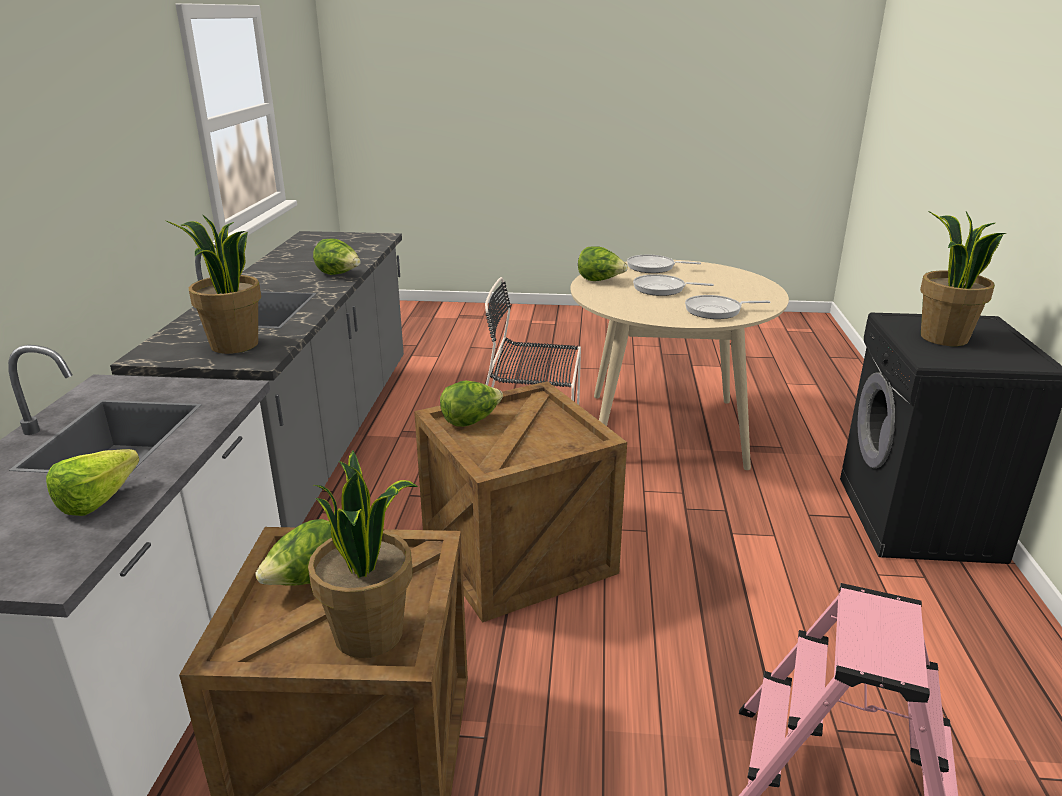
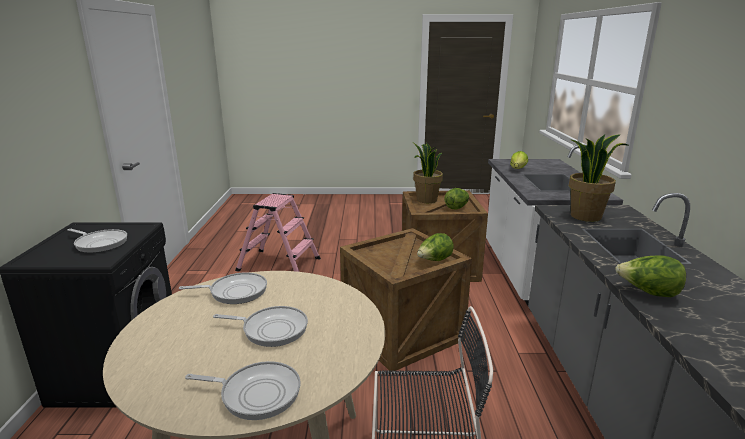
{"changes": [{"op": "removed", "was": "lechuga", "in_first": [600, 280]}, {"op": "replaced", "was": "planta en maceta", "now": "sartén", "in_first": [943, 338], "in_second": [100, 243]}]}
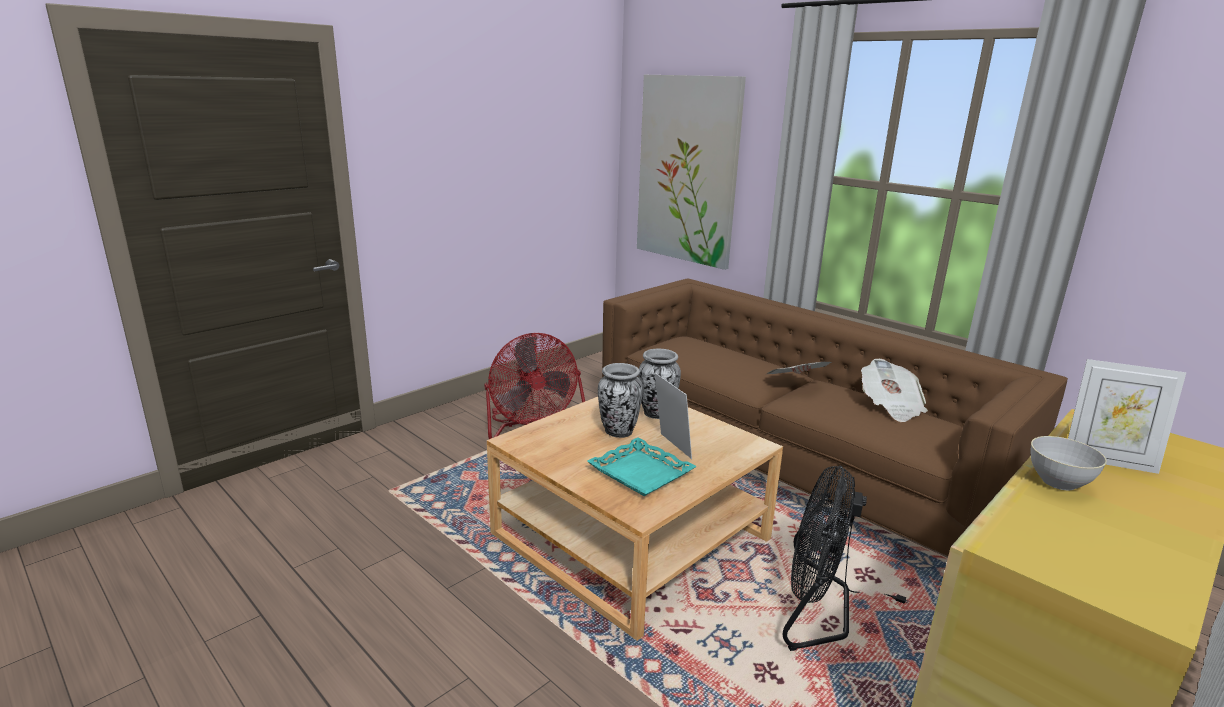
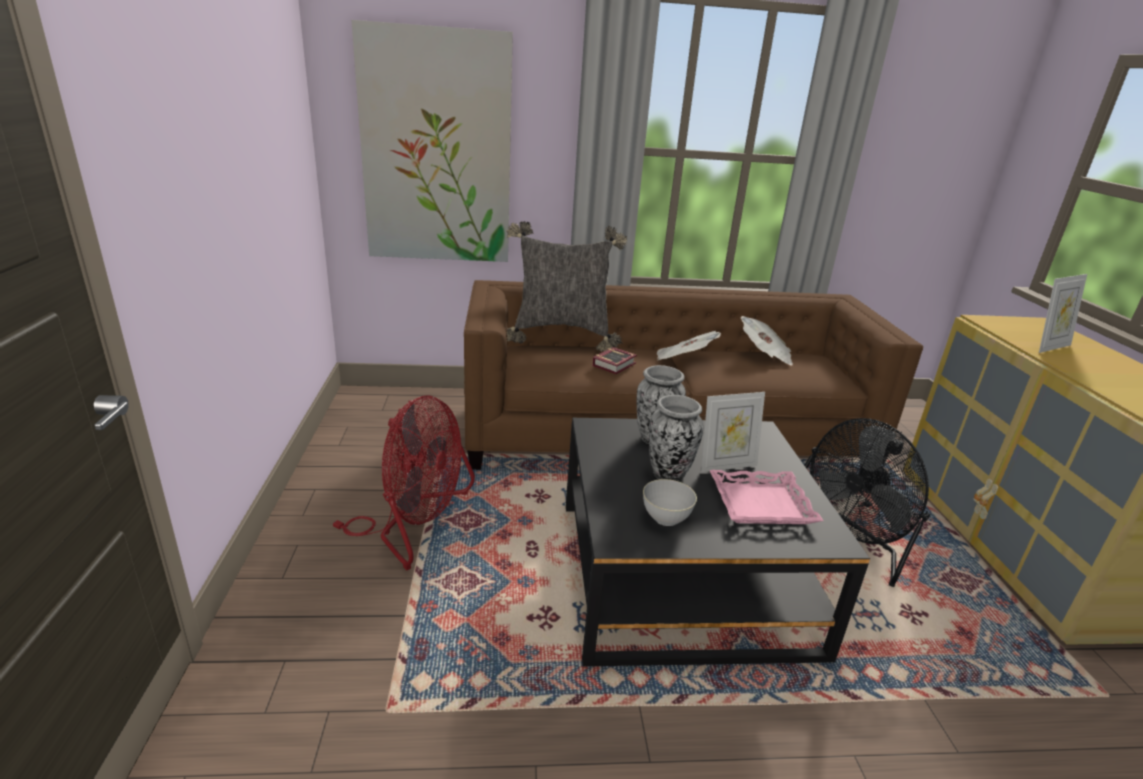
{"changes": [{"op": "recoloured", "was": "mesa de centro (beis)", "now": "mesa de centro (negro)", "in_first": [631, 537], "in_second": [682, 575]}, {"op": "recoloured", "was": "bandeja (turquesa)", "now": "bandeja (rosa)", "in_first": [640, 473], "in_second": [761, 504]}, {"op": "turned", "was": "portarretratos", "in_first": [671, 447], "in_second": [726, 465], "clockwise": 150}, {"op": "moved", "was": "cuenco (gris)", "in_first": [1058, 482], "in_second": [666, 518]}, {"op": "added", "now": "cojín", "in_second": [561, 342]}, {"op": "added", "now": "libro", "in_second": [616, 364]}]}
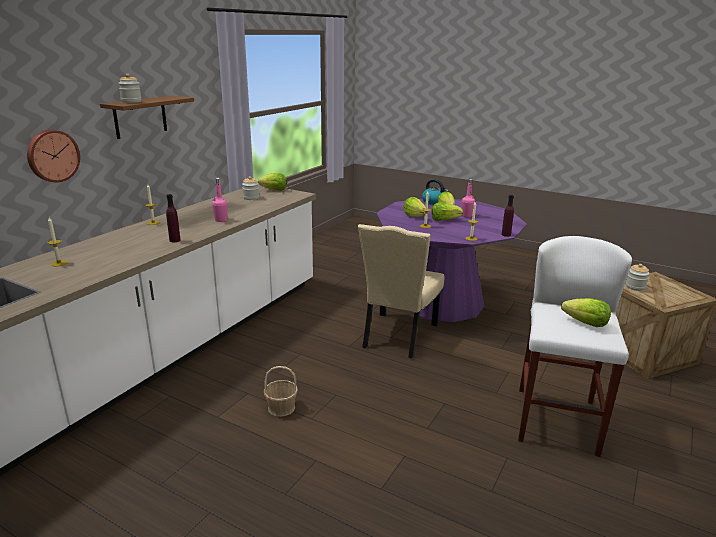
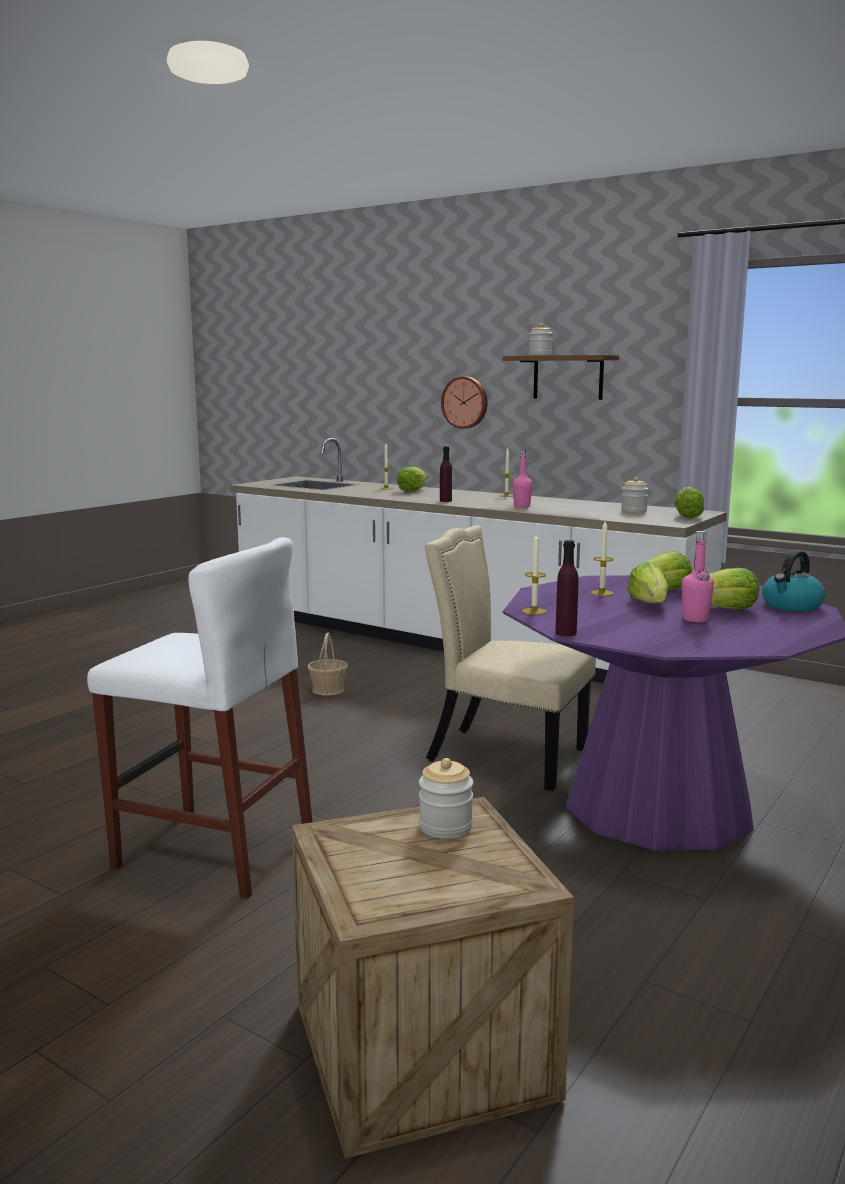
{"changes": [{"op": "moved", "was": "lechuga", "in_first": [586, 323], "in_second": [412, 491]}]}
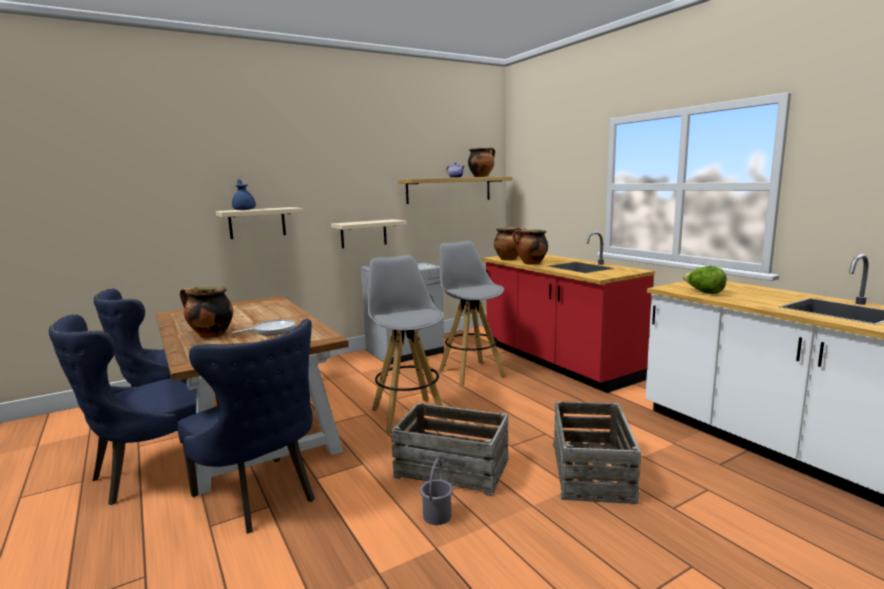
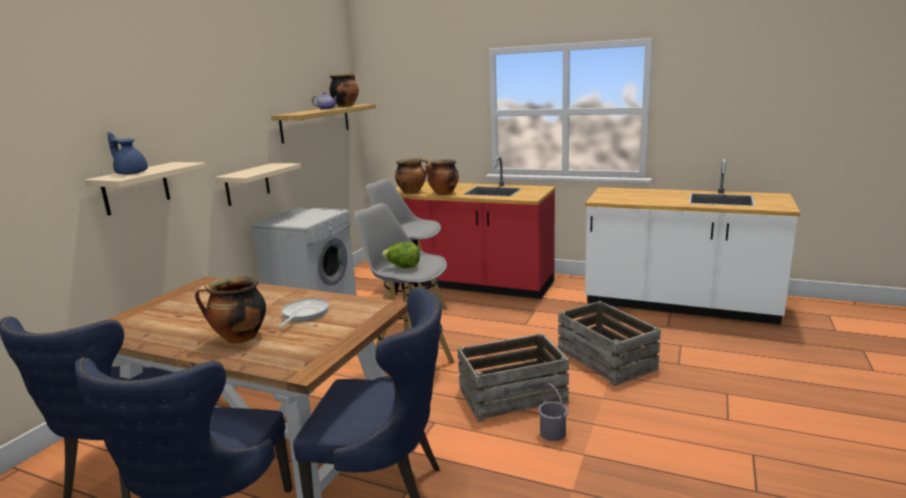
{"changes": [{"op": "moved", "was": "lechuga", "in_first": [704, 292], "in_second": [402, 267]}]}
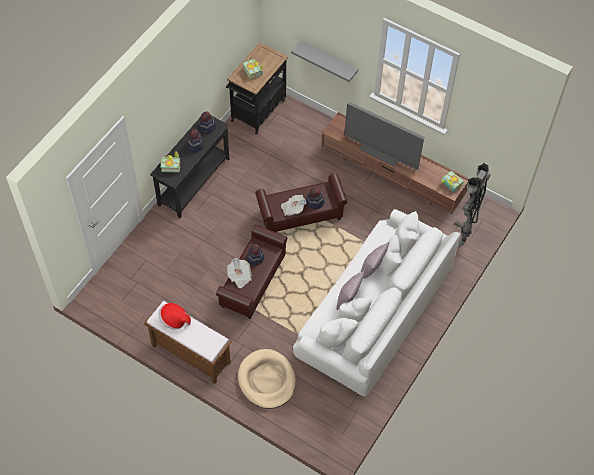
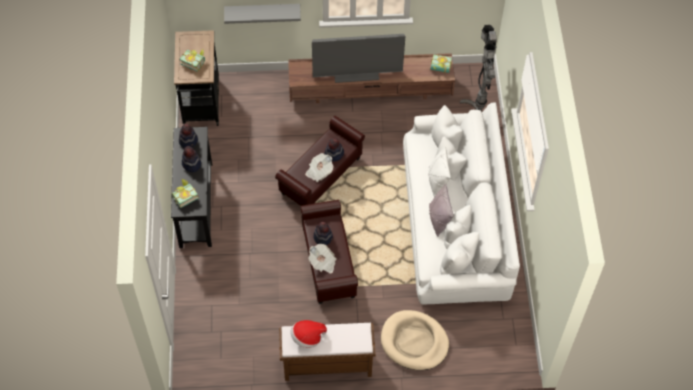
{"changes": [{"op": "recoloured", "was": "cojín (morado)", "now": "cojín (blanco)", "in_first": [371, 269], "in_second": [437, 181]}]}
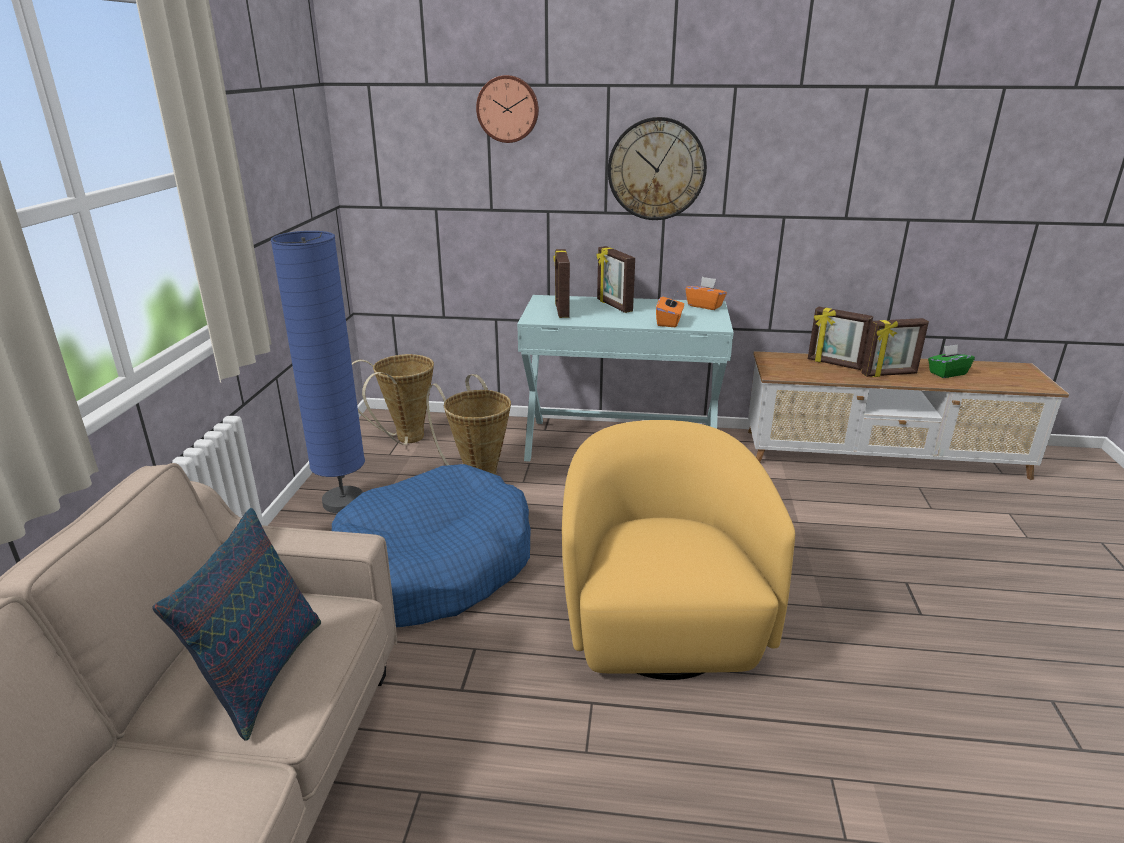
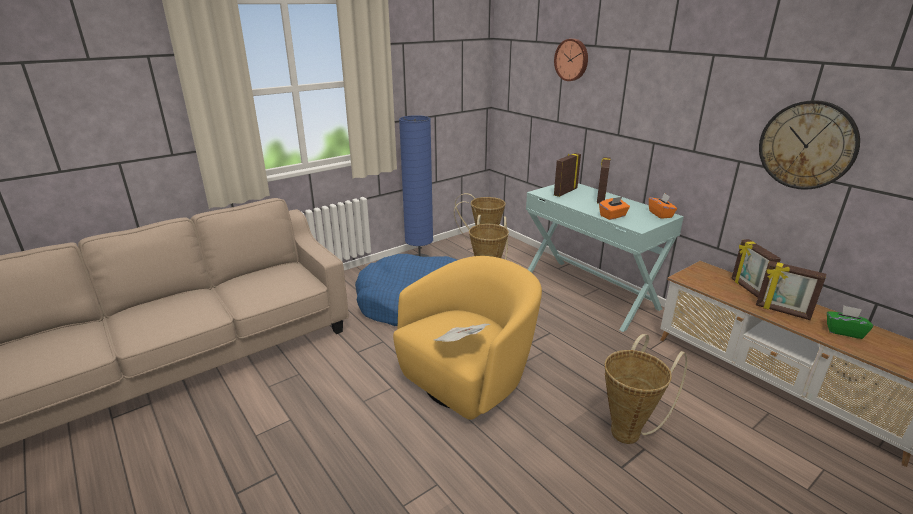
{"changes": [{"op": "removed", "was": "cojín (azul)", "in_first": [264, 674]}, {"op": "moved", "was": "reloj de pared", "in_first": [656, 169], "in_second": [807, 145]}, {"op": "added", "now": "periódico", "in_second": [461, 344]}, {"op": "added", "now": "cesta", "in_second": [629, 430]}]}
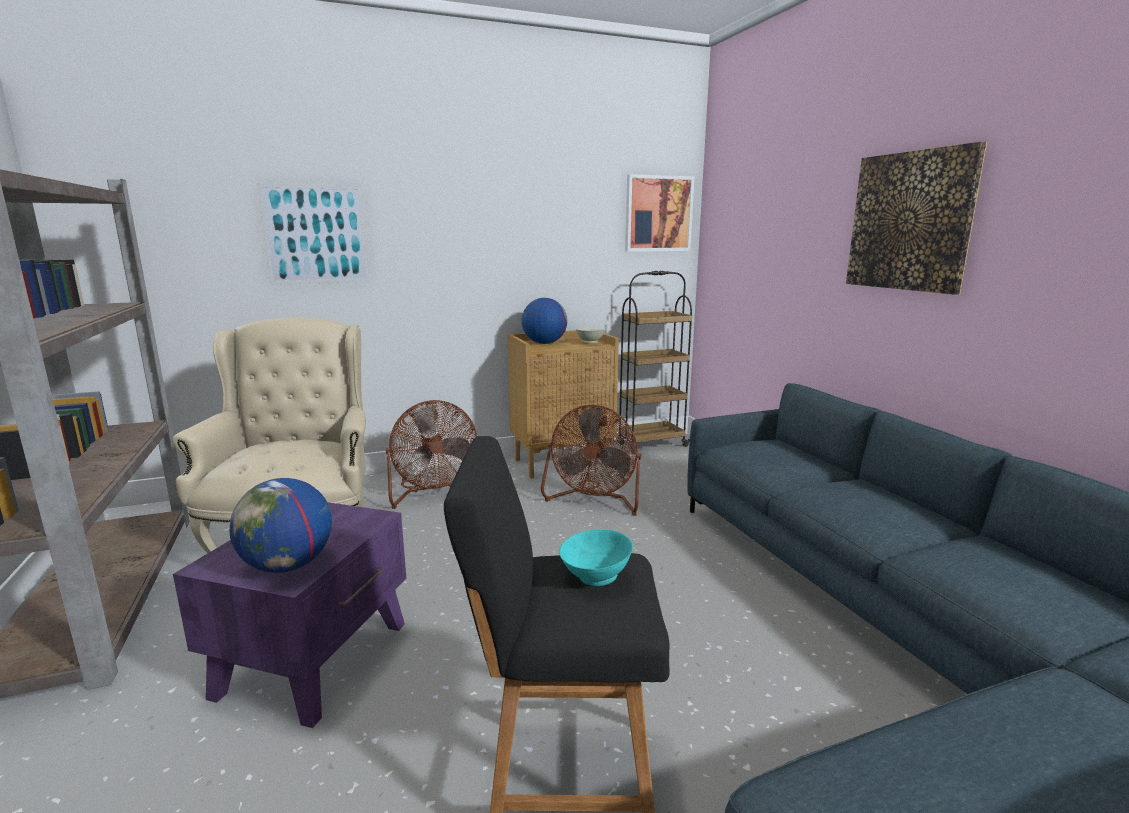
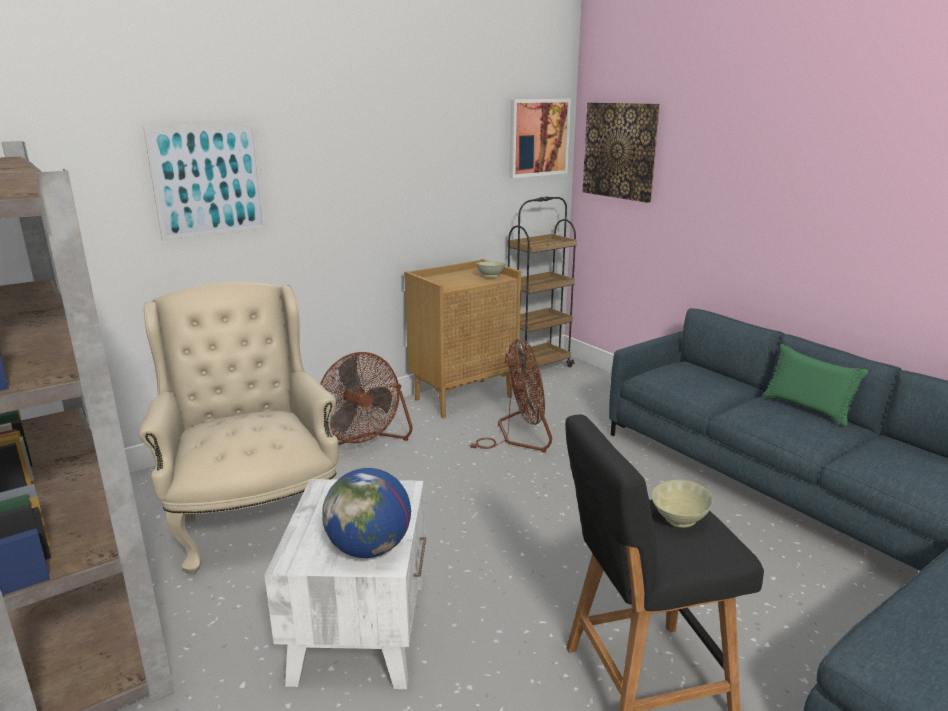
{"changes": [{"op": "recoloured", "was": "mesa auxiliar (morado)", "now": "mesa auxiliar (blanco)", "in_first": [316, 657], "in_second": [361, 628]}, {"op": "removed", "was": "globo terráqueo", "in_first": [544, 343]}, {"op": "turned", "was": "ventilador (marrón)", "in_first": [592, 499], "in_second": [516, 434], "clockwise": -105}, {"op": "recoloured", "was": "cuenco (turquesa)", "now": "cuenco (beis)", "in_first": [594, 577], "in_second": [678, 520]}, {"op": "moved", "was": "cuadro", "in_first": [910, 221], "in_second": [620, 151]}, {"op": "added", "now": "cojín (verde)", "in_second": [807, 409]}]}
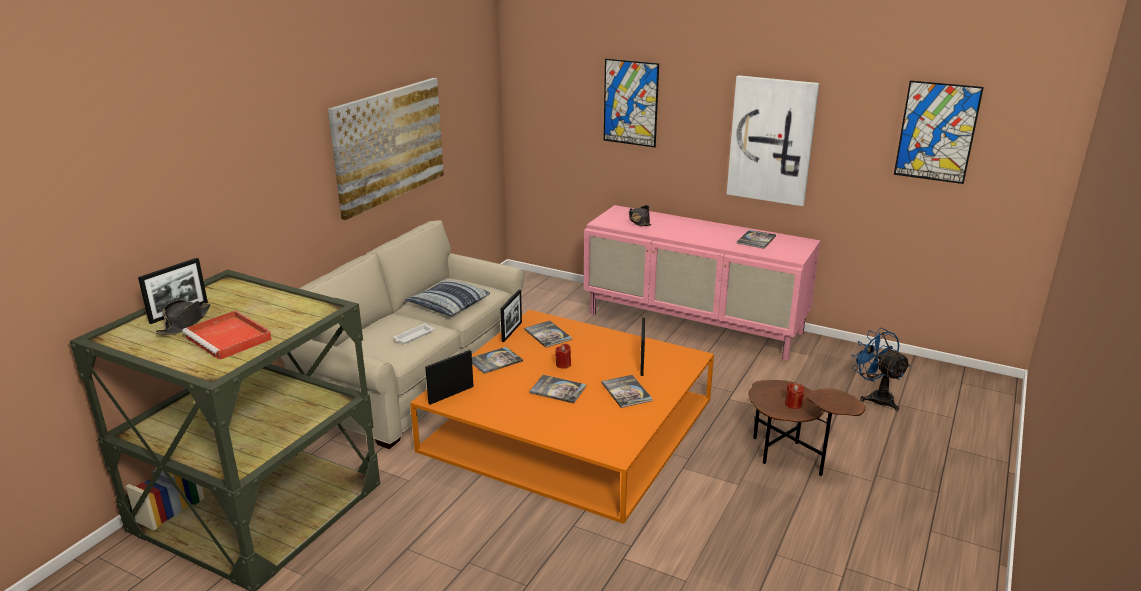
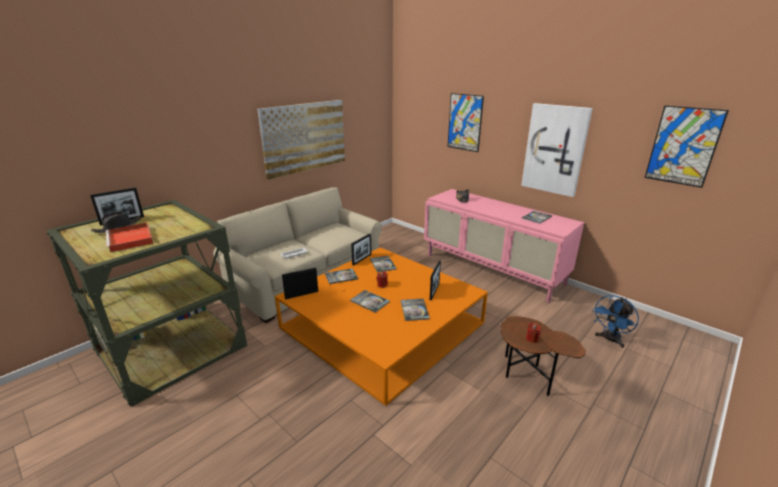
{"changes": [{"op": "removed", "was": "cojín", "in_first": [448, 304]}, {"op": "turned", "was": "ventilador (azul)", "in_first": [876, 397], "in_second": [609, 340], "clockwise": -120}]}
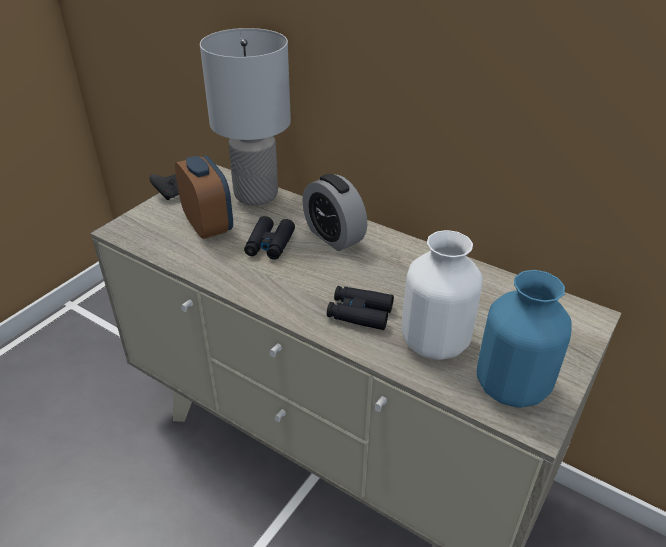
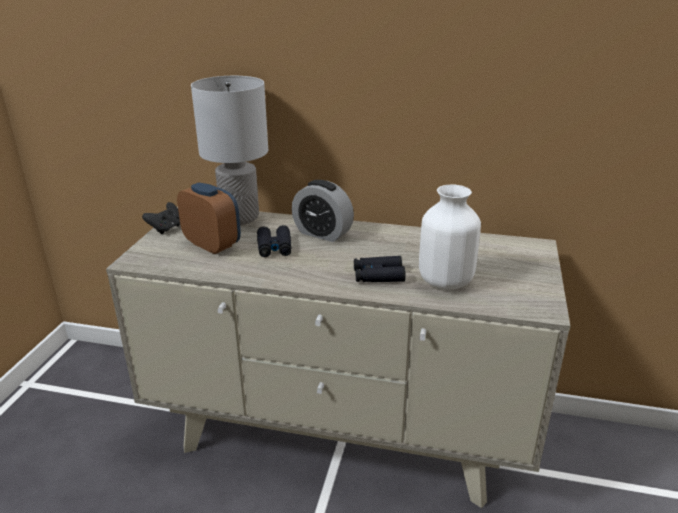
{"changes": [{"op": "removed", "was": "florero (azul)", "in_first": [510, 388]}]}
